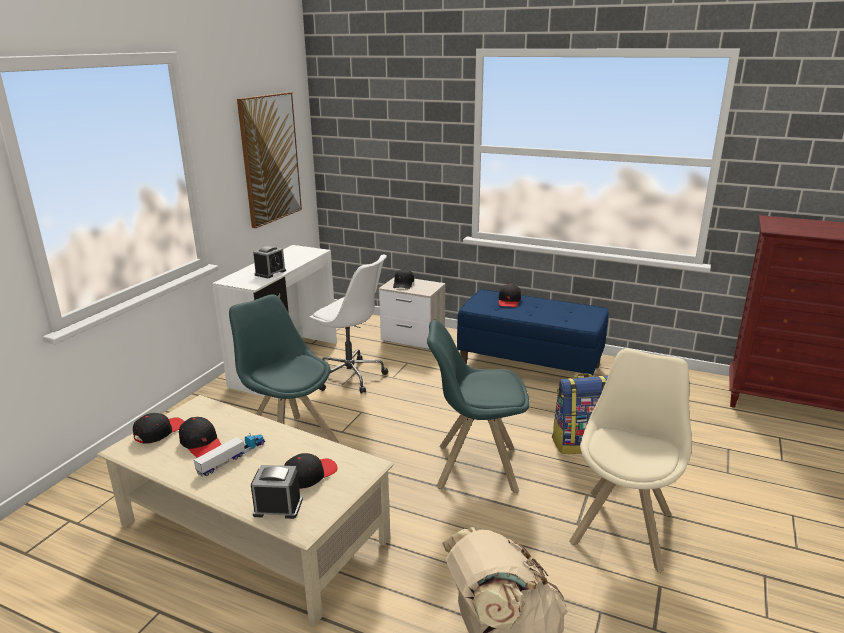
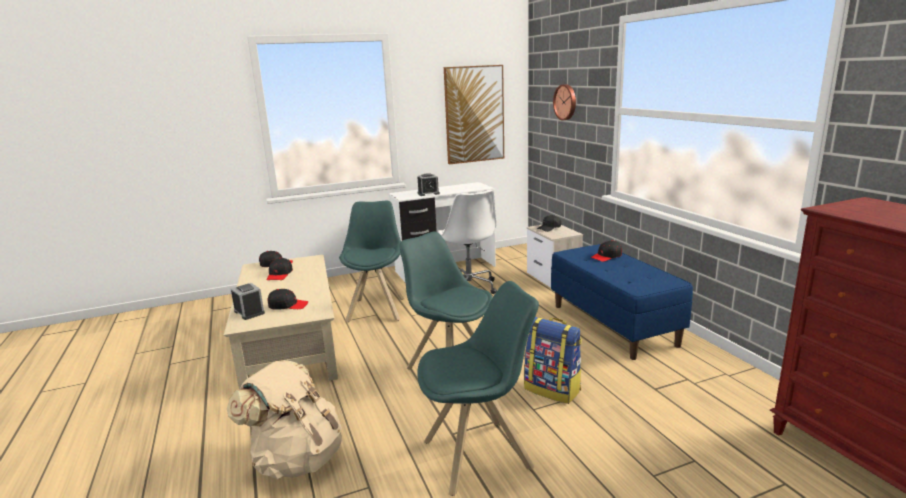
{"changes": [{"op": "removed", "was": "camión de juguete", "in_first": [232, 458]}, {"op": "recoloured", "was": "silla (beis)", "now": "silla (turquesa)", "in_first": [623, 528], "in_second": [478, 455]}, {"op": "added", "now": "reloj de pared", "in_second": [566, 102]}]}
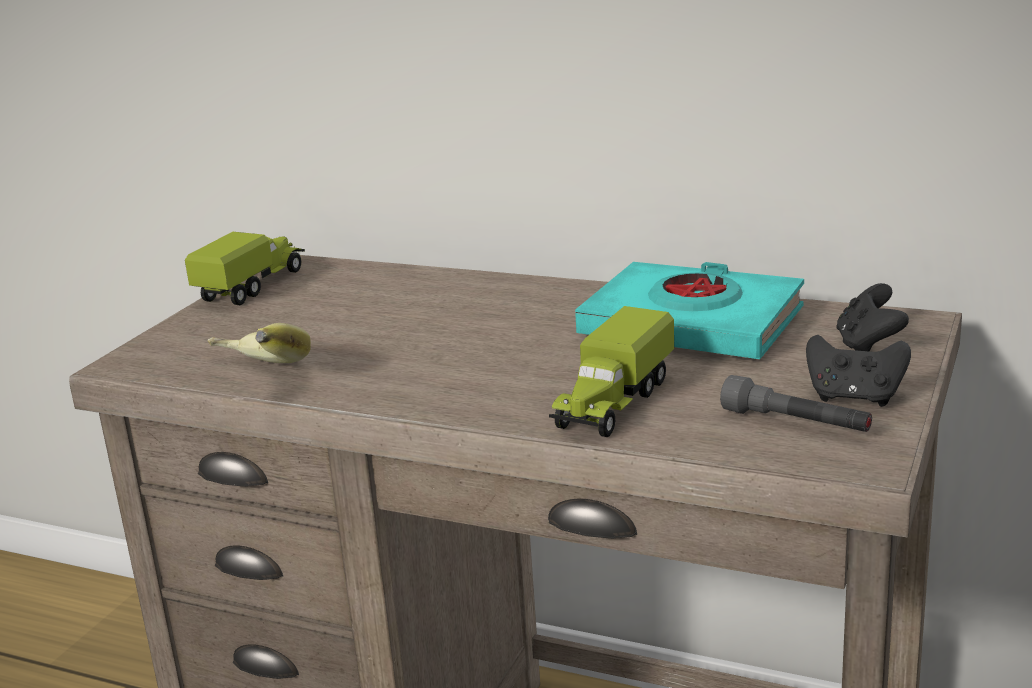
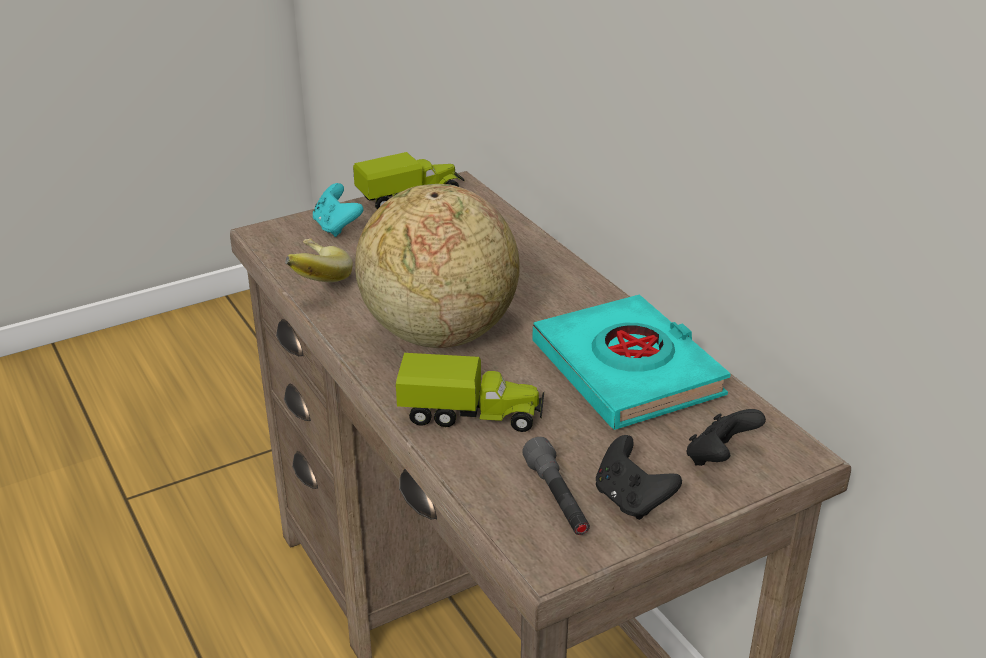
{"changes": [{"op": "turned", "was": "camión de juguete", "in_first": [613, 404], "in_second": [471, 415], "clockwise": -150}, {"op": "added", "now": "mando de consola (turquesa)", "in_second": [337, 227]}, {"op": "added", "now": "globo terráqueo", "in_second": [438, 333]}]}
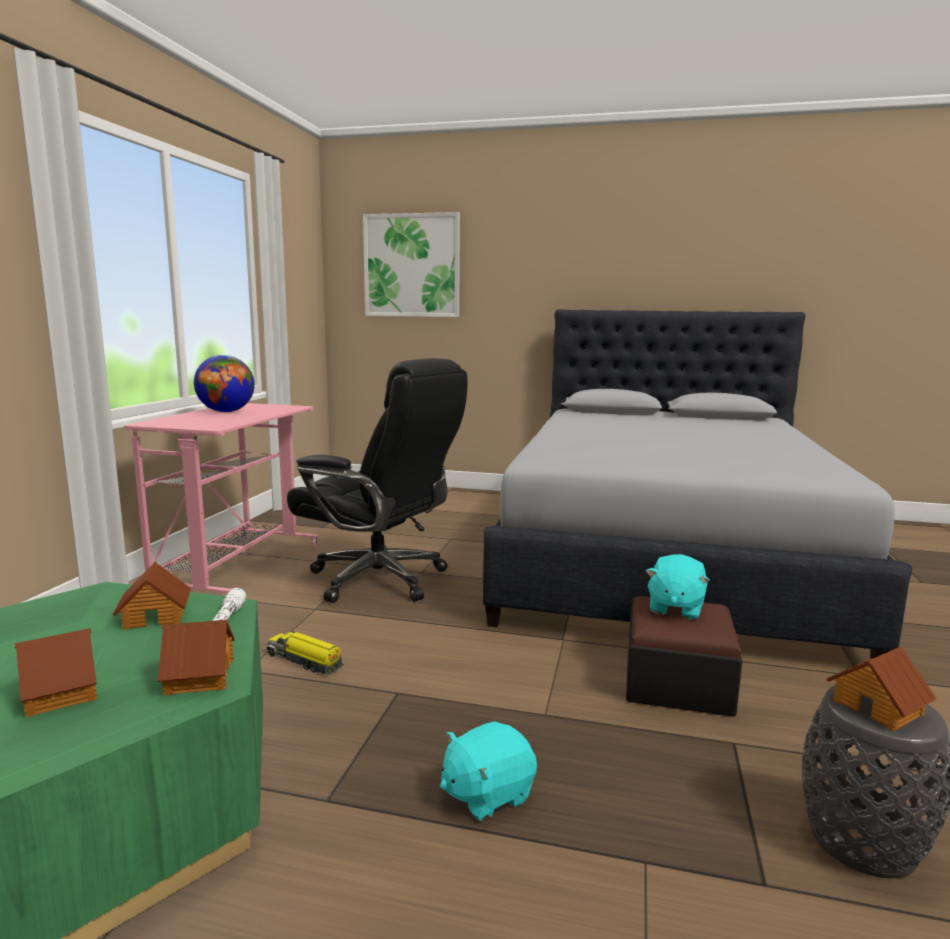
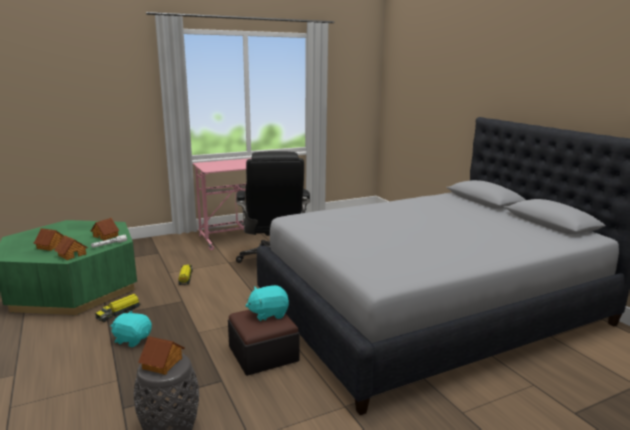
{"changes": [{"op": "removed", "was": "globo terráqueo", "in_first": [226, 412]}, {"op": "removed", "was": "cuadro", "in_first": [412, 266]}, {"op": "added", "now": "camión de juguete", "in_second": [119, 312]}]}
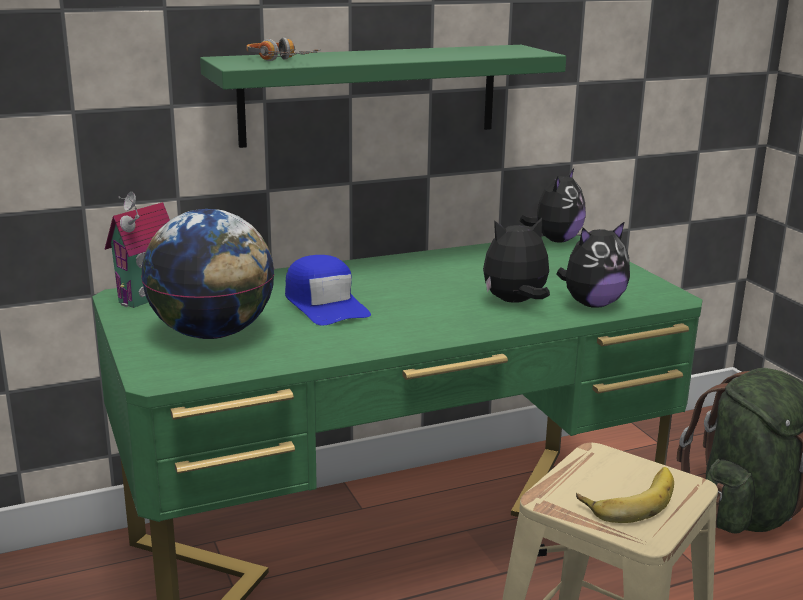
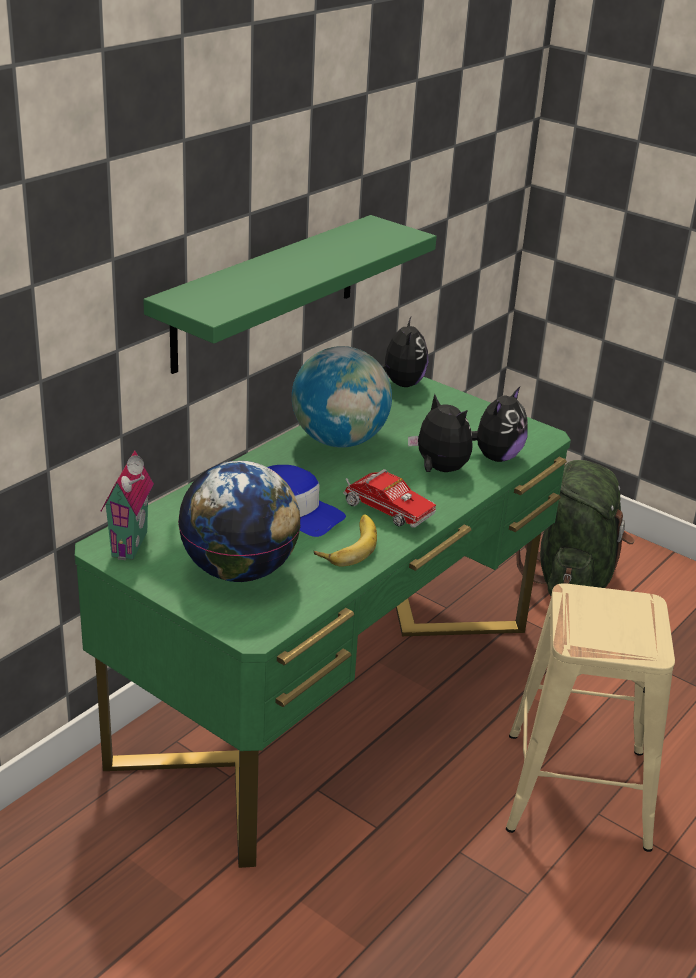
{"changes": [{"op": "removed", "was": "auriculares", "in_first": [279, 60]}, {"op": "turned", "was": "peluche", "in_first": [515, 302], "in_second": [439, 469], "clockwise": 90}, {"op": "moved", "was": "plátano", "in_first": [628, 498], "in_second": [347, 544]}, {"op": "added", "now": "globo terráqueo", "in_second": [339, 441]}, {"op": "added", "now": "camión de juguete", "in_second": [383, 510]}]}
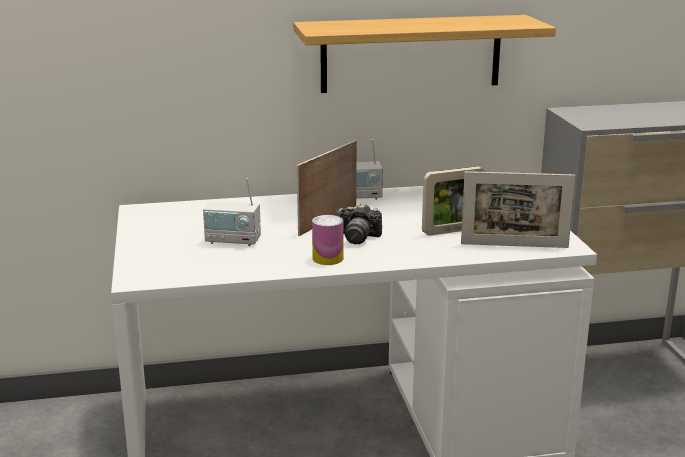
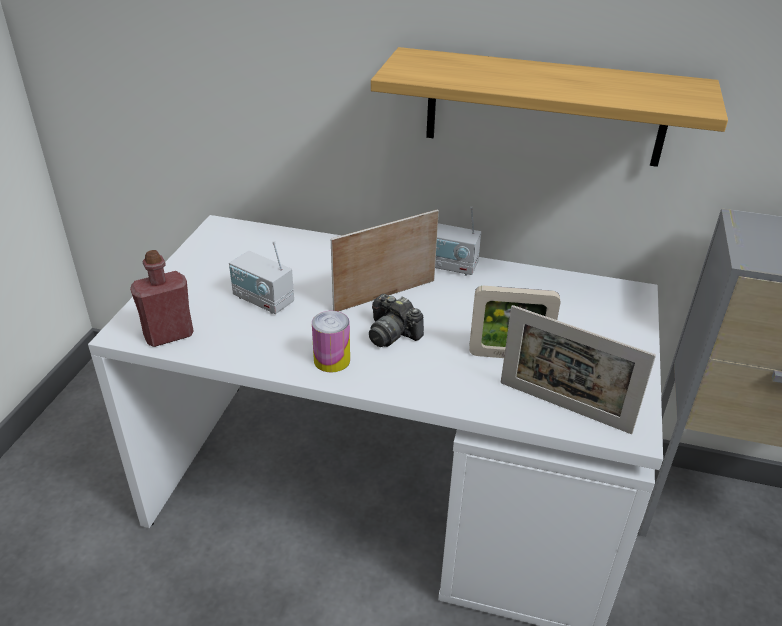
{"changes": [{"op": "added", "now": "botella (rojo)", "in_second": [169, 335]}]}
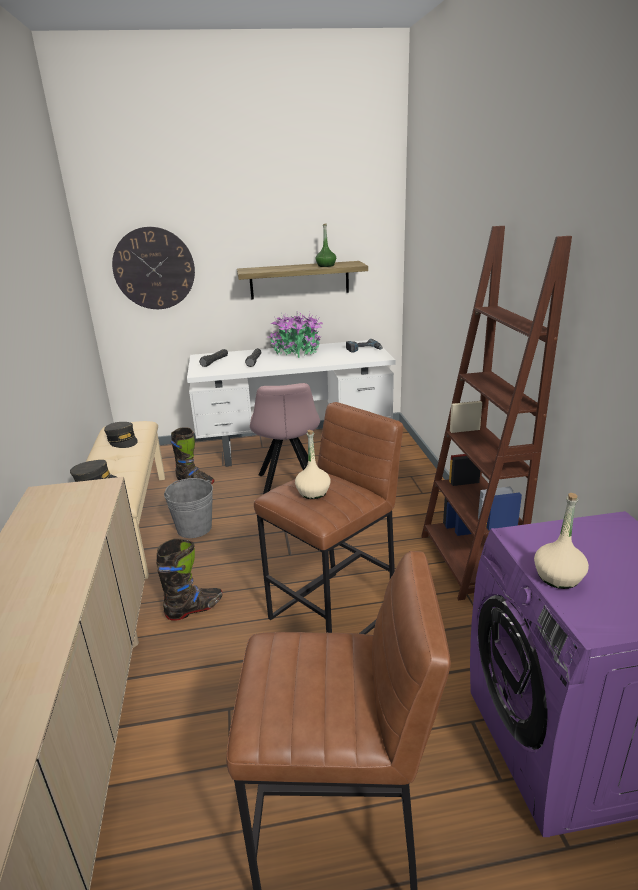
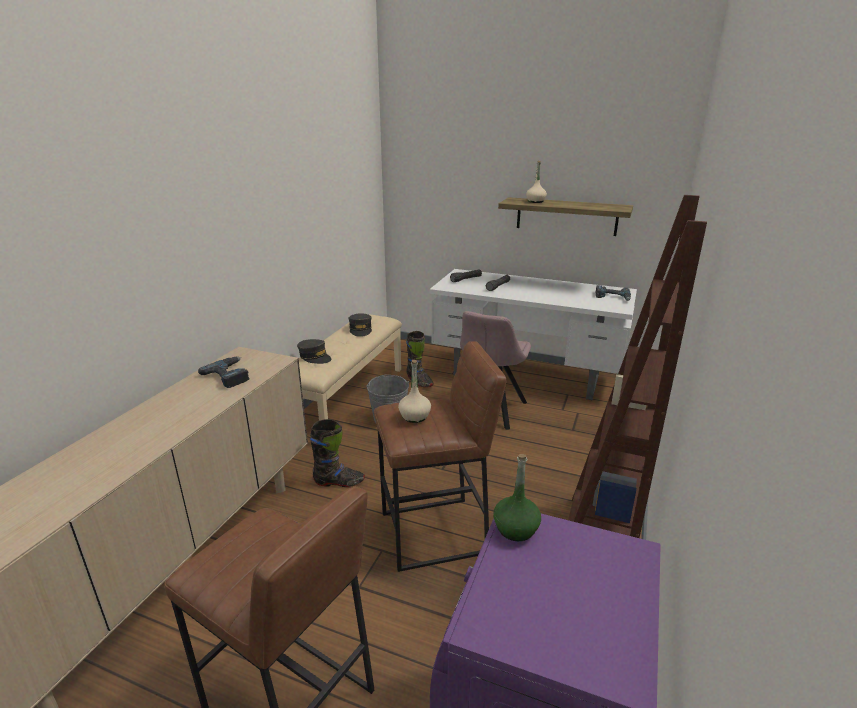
{"changes": [{"op": "removed", "was": "reloj de pared", "in_first": [154, 268]}, {"op": "removed", "was": "planta en maceta", "in_first": [297, 352]}, {"op": "moved", "was": "botella (verde)", "in_first": [326, 266], "in_second": [515, 529]}, {"op": "moved", "was": "botella (beis)", "in_first": [558, 577], "in_second": [535, 201]}, {"op": "added", "now": "taladro", "in_second": [230, 375]}]}
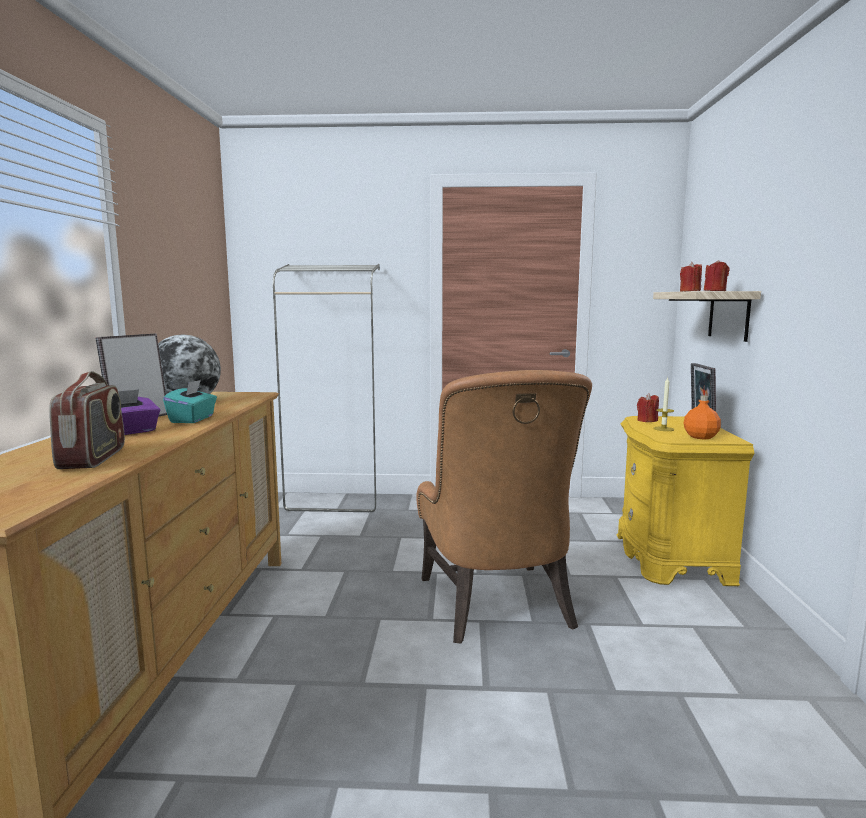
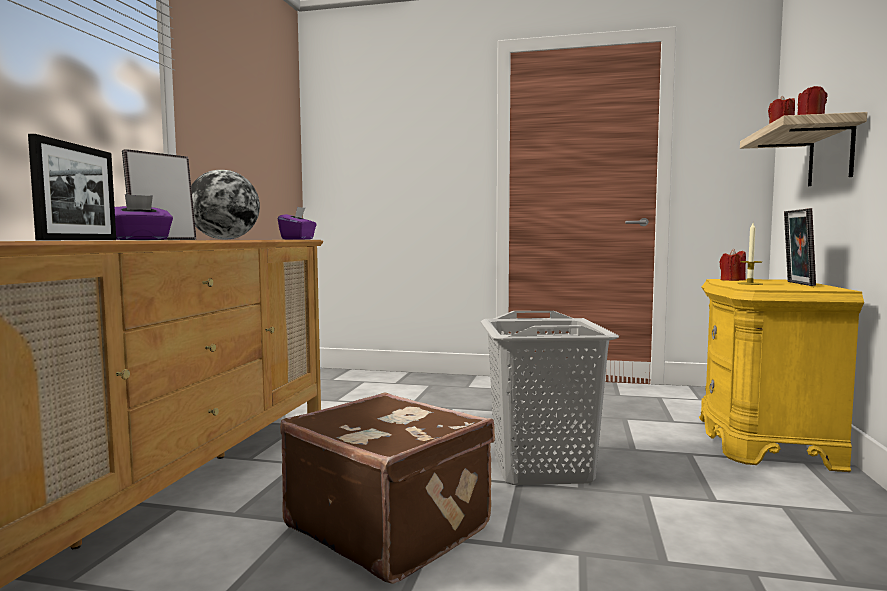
{"changes": [{"op": "replaced", "was": "radio", "now": "portarretratos", "in_first": [94, 458], "in_second": [79, 240]}, {"op": "removed", "was": "caja de pañuelos (turquesa)", "in_first": [193, 419]}, {"op": "removed", "was": "perchero (gris)", "in_first": [336, 502]}, {"op": "replaced", "was": "silla (marrón)", "now": "cesto de la ropa (gris)", "in_first": [496, 603], "in_second": [541, 468]}, {"op": "removed", "was": "botella (naranja)", "in_first": [700, 437]}, {"op": "added", "now": "caja de pañuelos (morado)", "in_second": [298, 239]}, {"op": "added", "now": "maleta (marrón)", "in_second": [390, 526]}]}
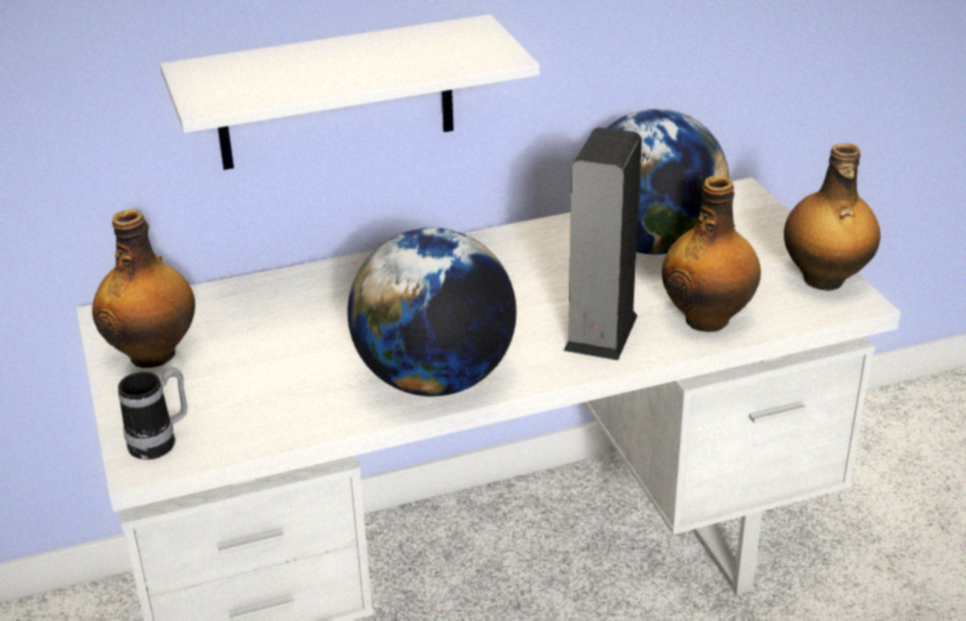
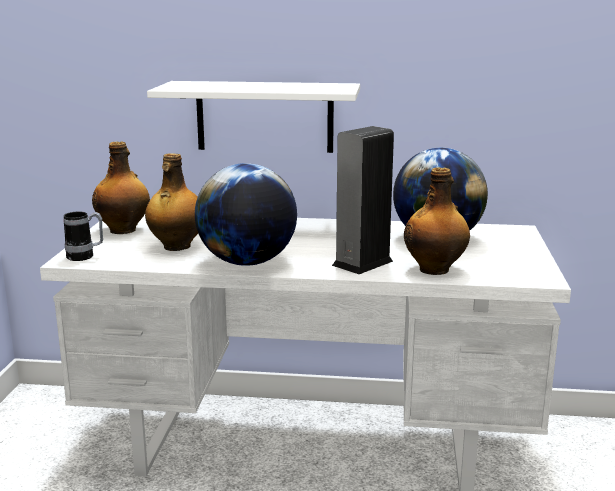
{"changes": [{"op": "moved", "was": "botella", "in_first": [824, 280], "in_second": [176, 247]}]}
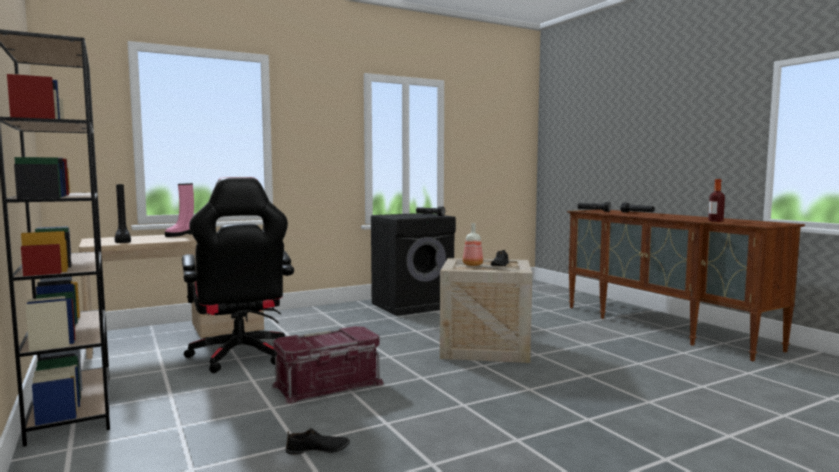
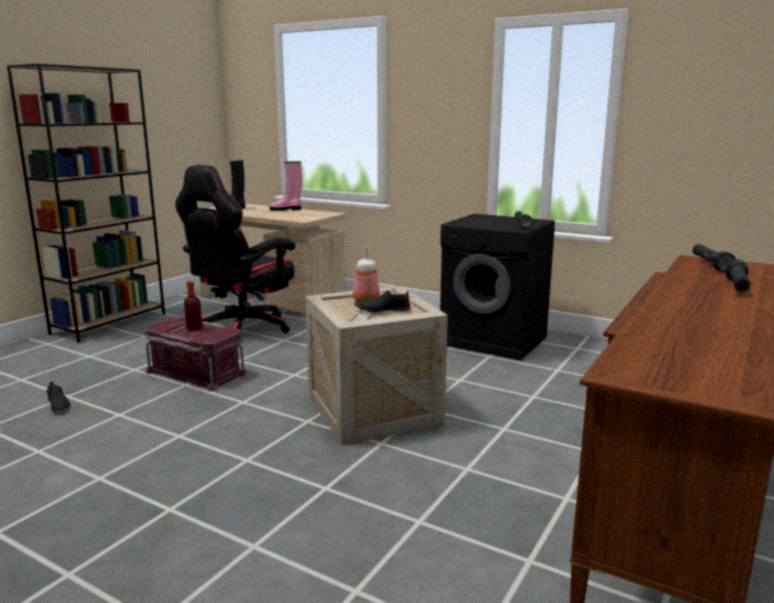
{"changes": [{"op": "moved", "was": "botella", "in_first": [715, 221], "in_second": [194, 328]}]}
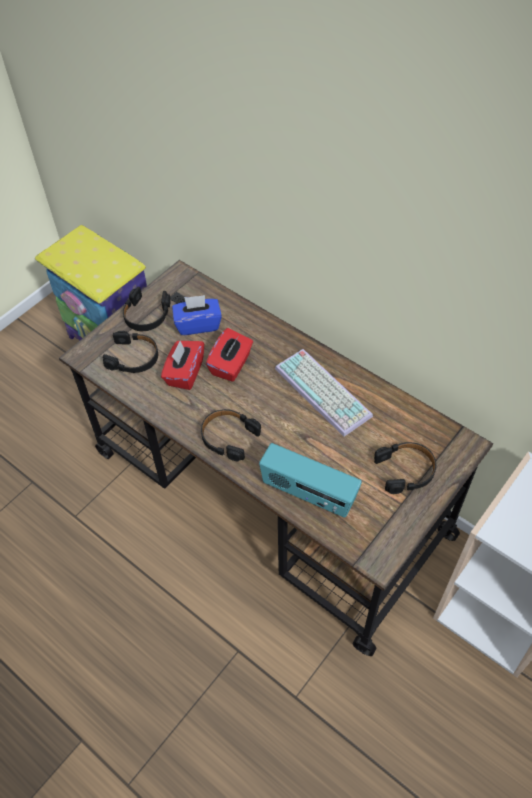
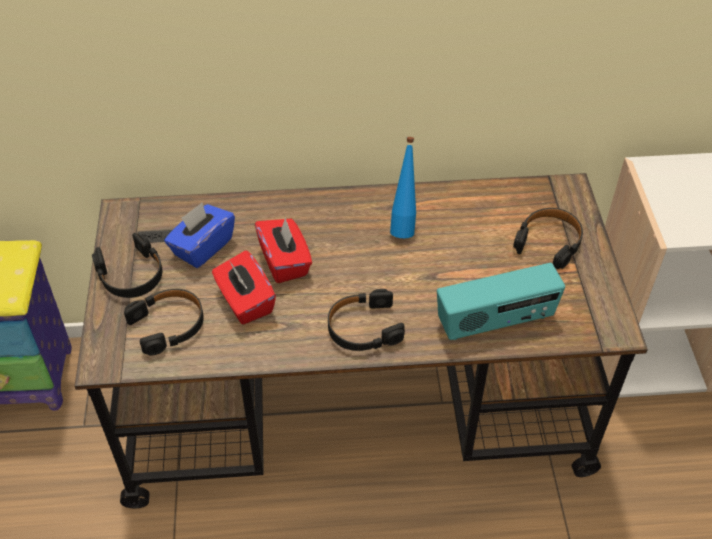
{"changes": [{"op": "replaced", "was": "teclado", "now": "botella (azul)", "in_first": [325, 392], "in_second": [403, 225]}]}
